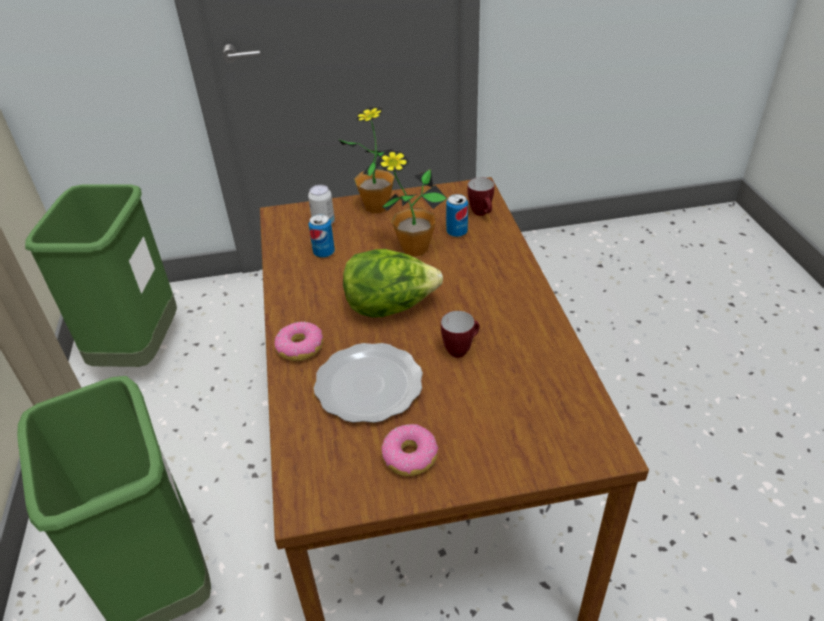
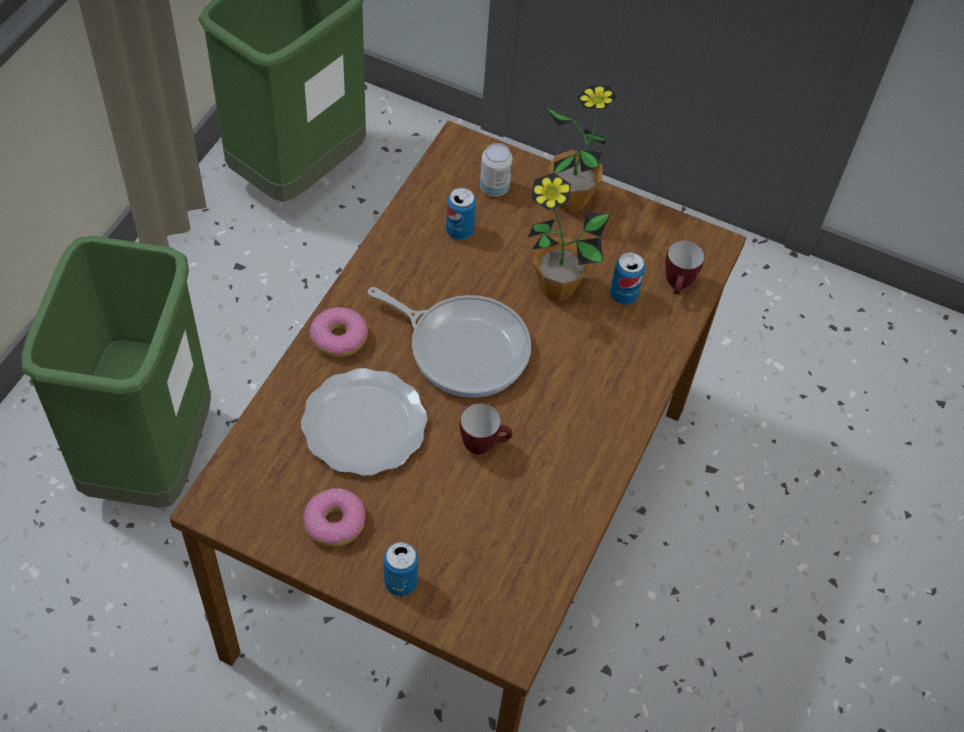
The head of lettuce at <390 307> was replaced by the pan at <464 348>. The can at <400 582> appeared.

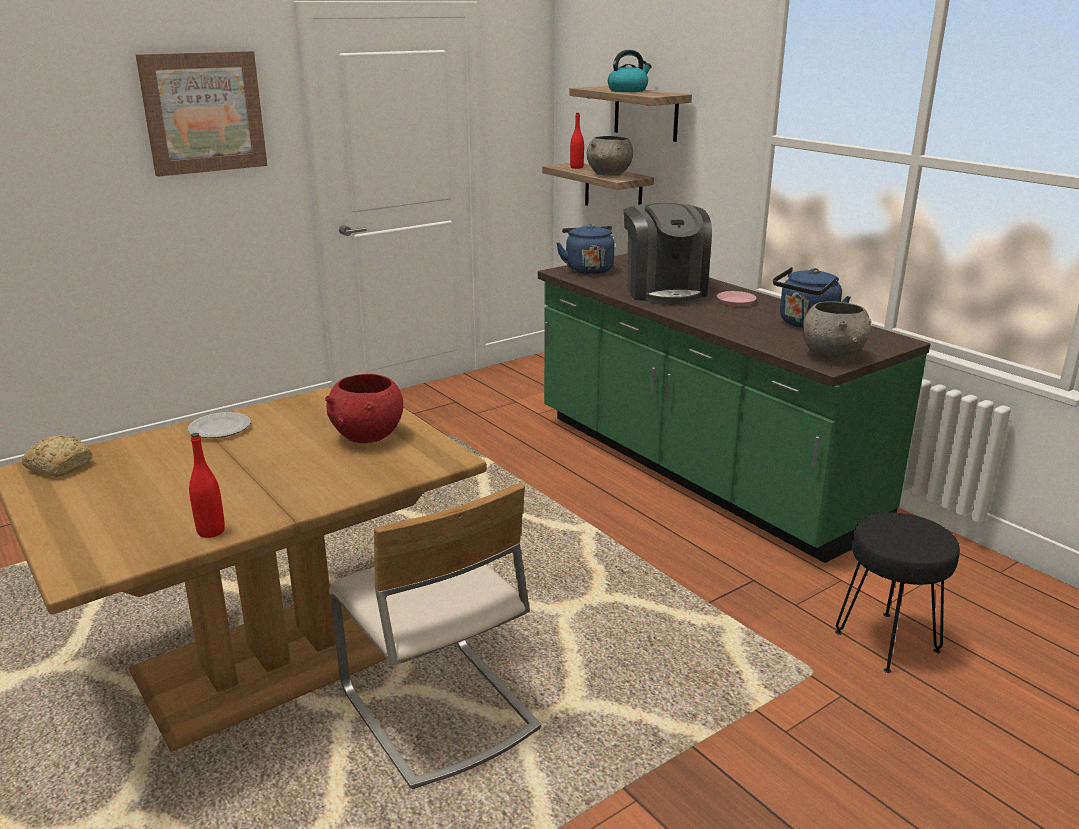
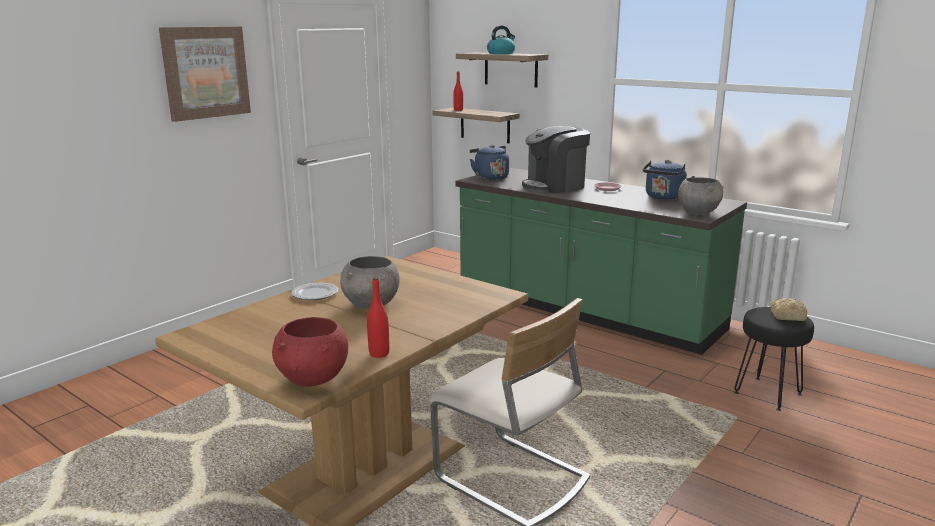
The bowl in gray moved from <609 175> to <371 305>. The coffee brewer at <664 291> turned 90 degrees clockwise. The bowl in red moved from <368 437> to <313 379>. The baked bread moved from <59 466> to <786 316>.

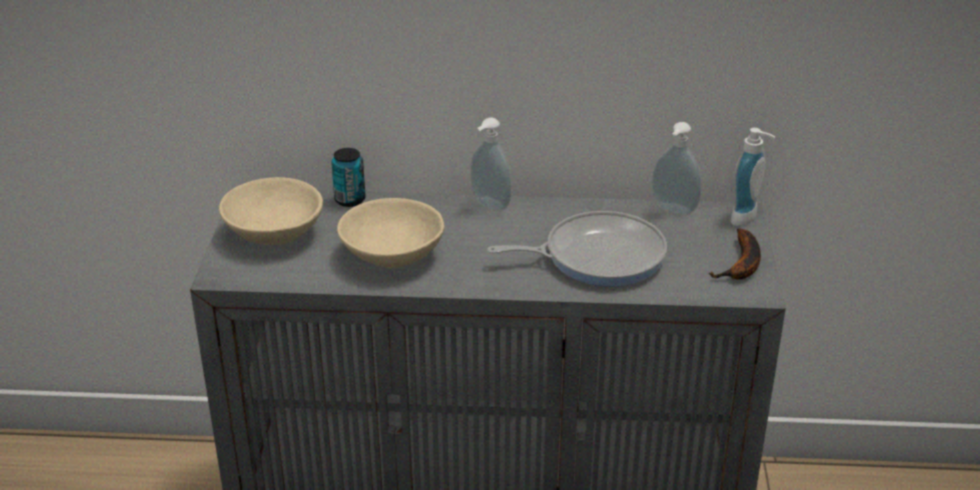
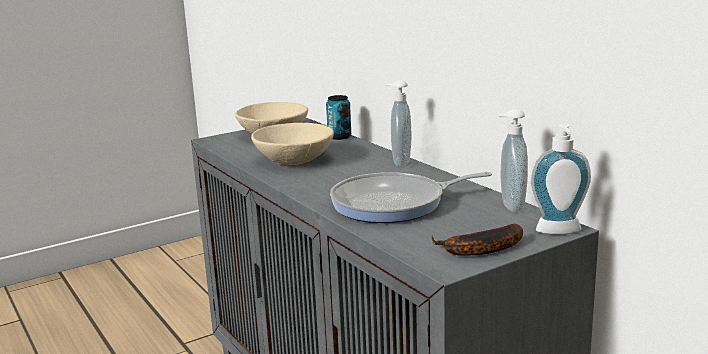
The pan at <597 256> turned 120 degrees clockwise.

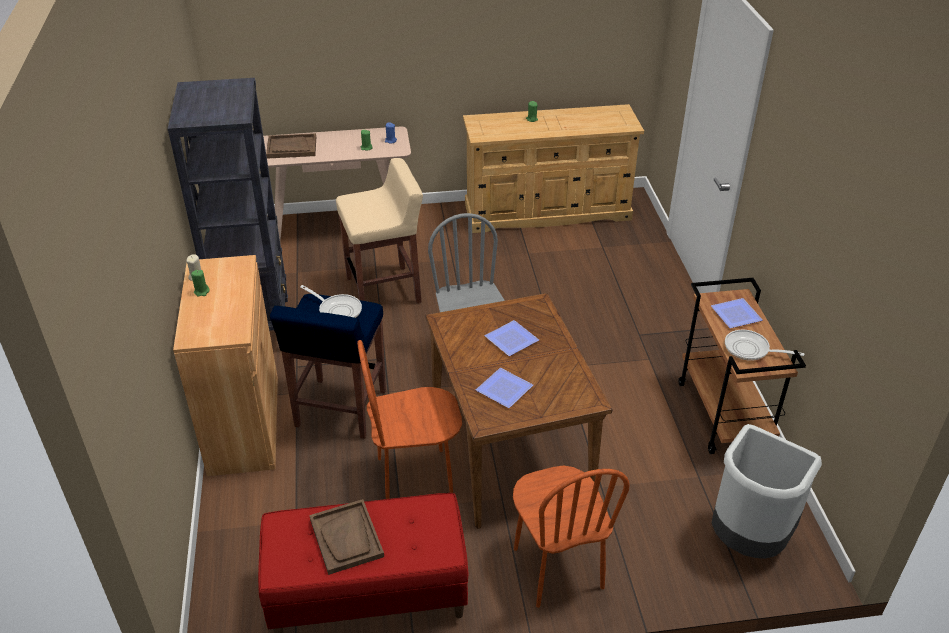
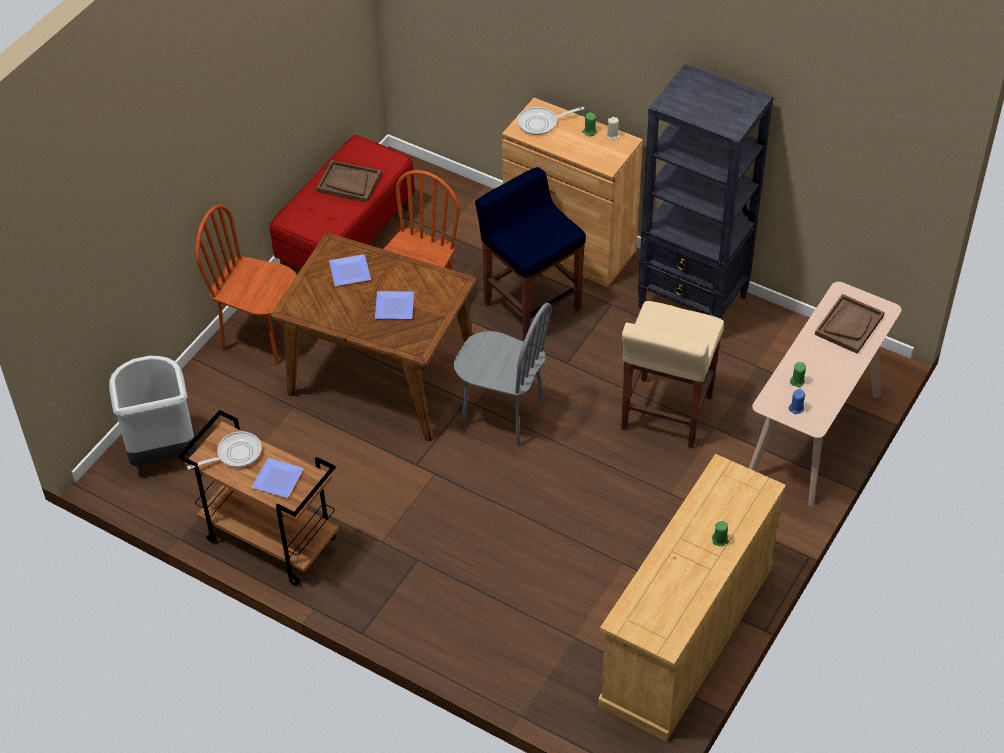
The pan moved from <337 310> to <541 123>.

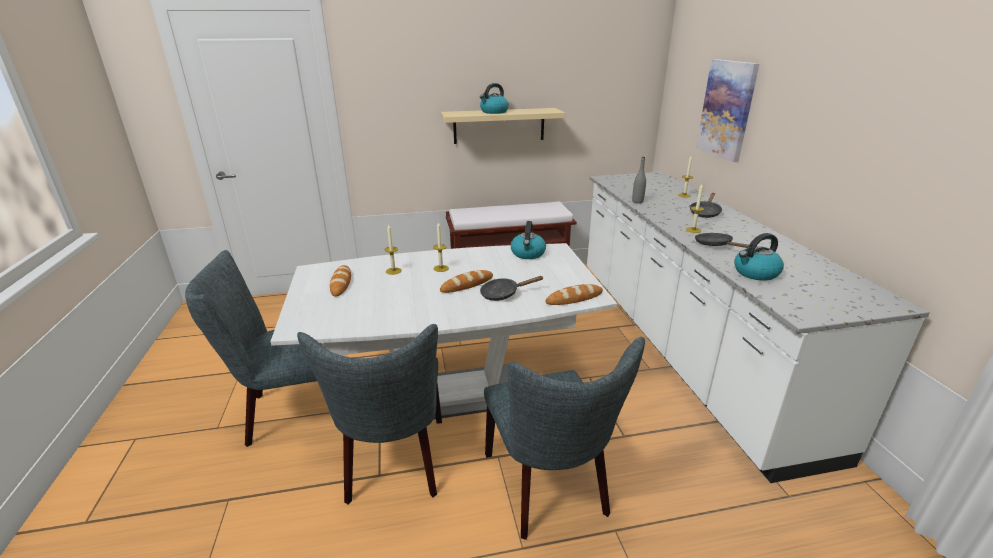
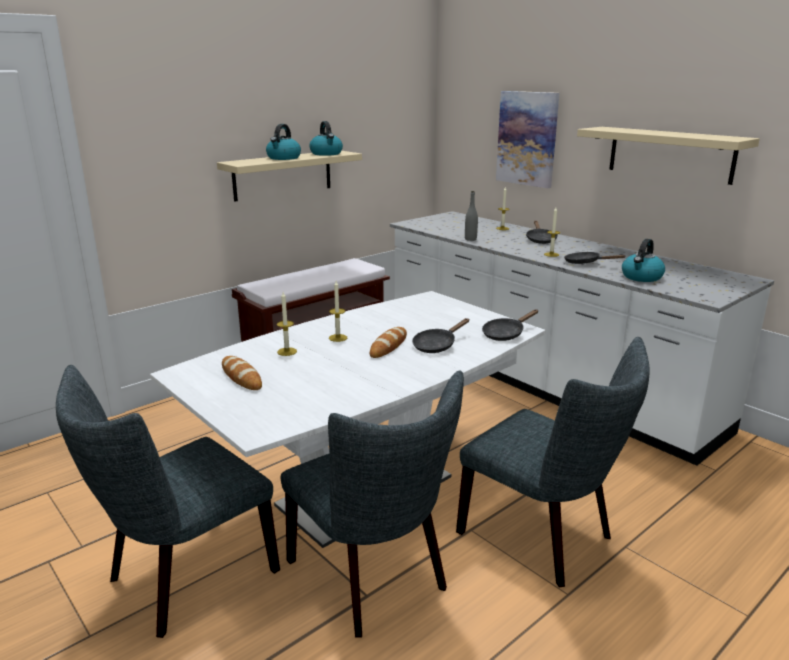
The tea kettle moved from <528 254> to <326 154>. The baked bread at <574 298> was replaced by the pan in black-coloured at <505 334>. The shelf in sand-coloured at <670 154> appeared.

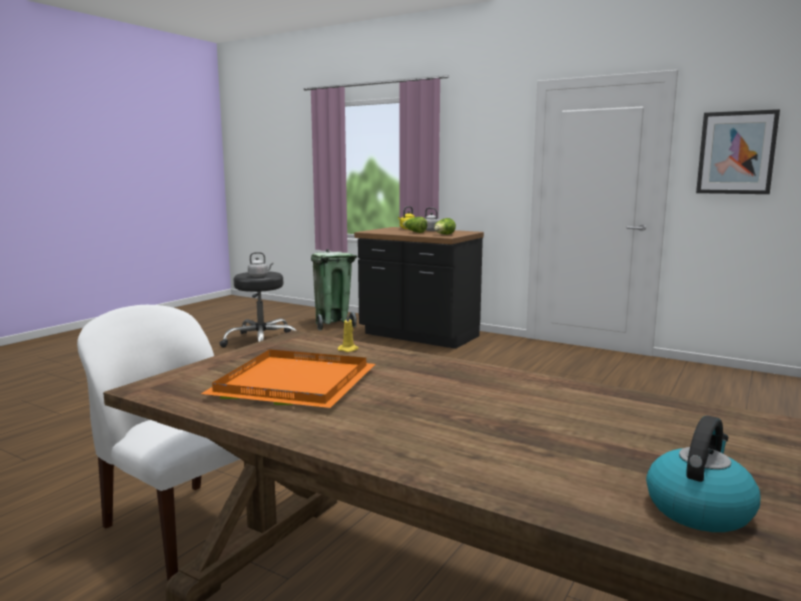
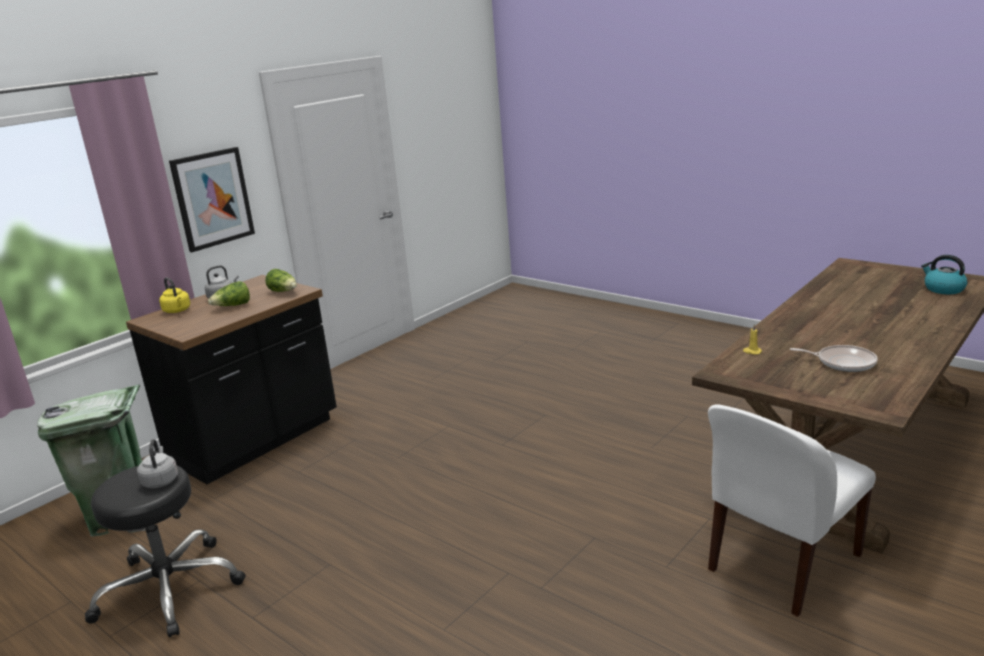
The wall picture moved from <736 153> to <212 198>. The tray in orange at <298 383> was replaced by the pan at <843 362>.

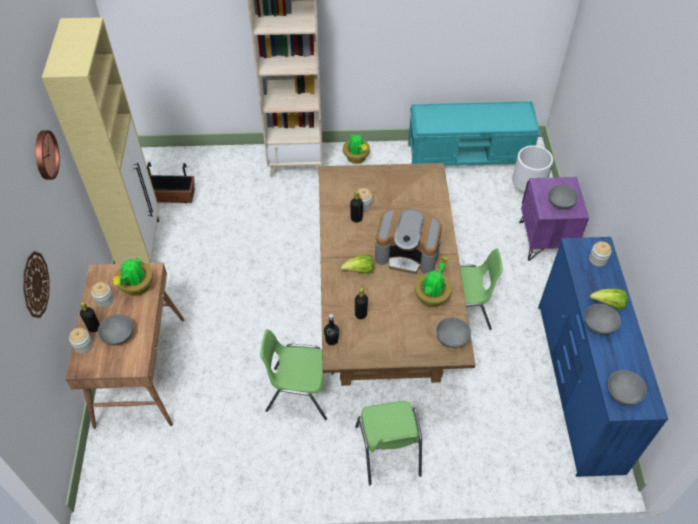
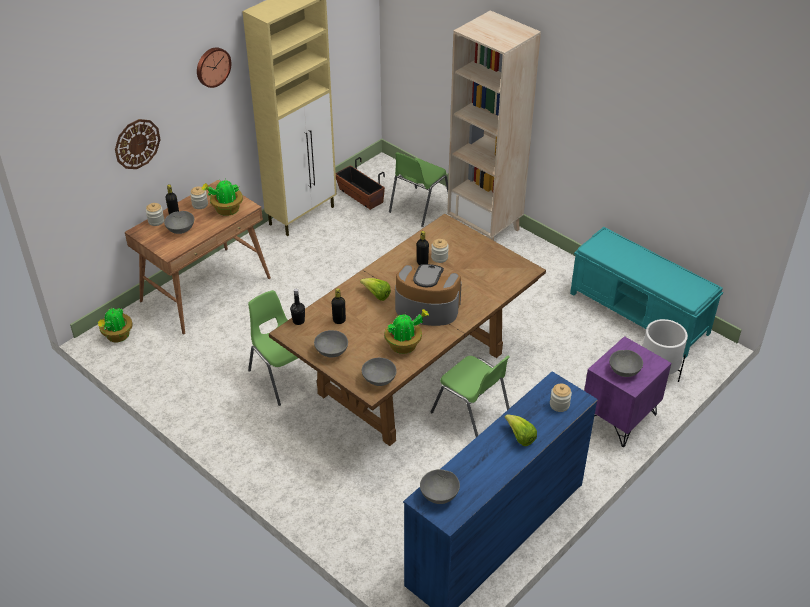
The houseplant moved from <356 158> to <117 336>. The coffee brewer at <407 254> turned 135 degrees clockwise. The bowl in gray moved from <598 325> to <331 351>. The plain chair in green-coloured moved from <388 452> to <418 207>.

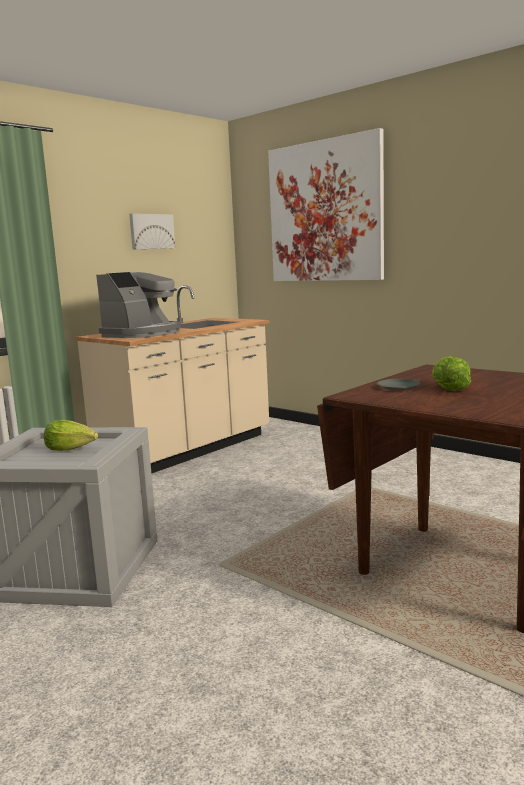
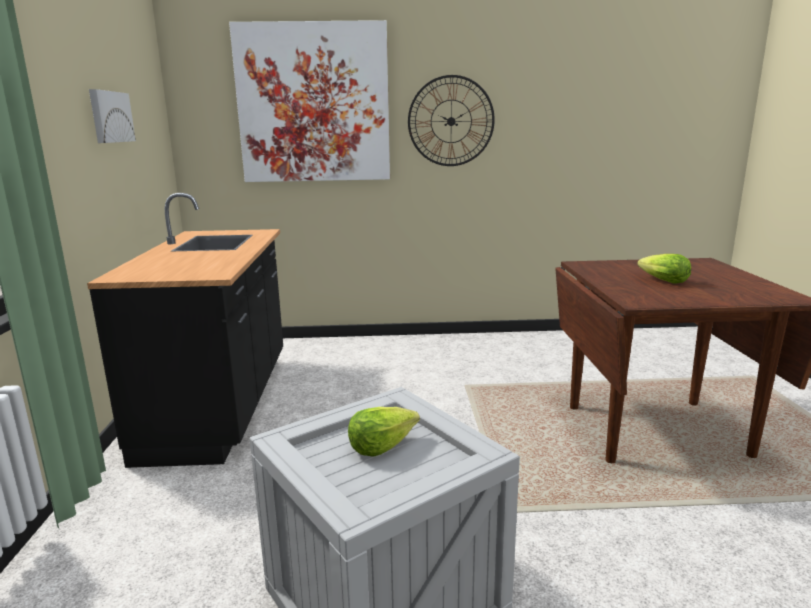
The coffee brewer at <143 333> disappeared. The kitchen base unit in sand-coloured at <187 451> became the kitchen base unit in black-coloured at <221 404>. The dinner plate in gray at <398 387> disappeared. The wall clock at <451 121> appeared.

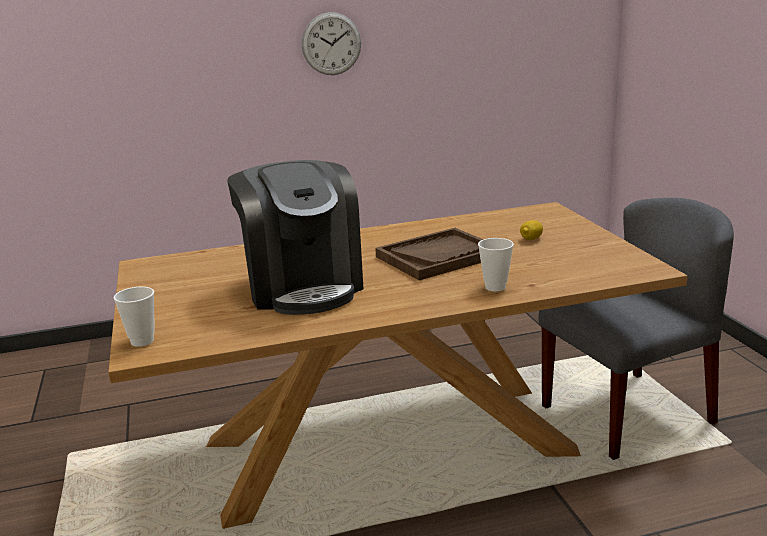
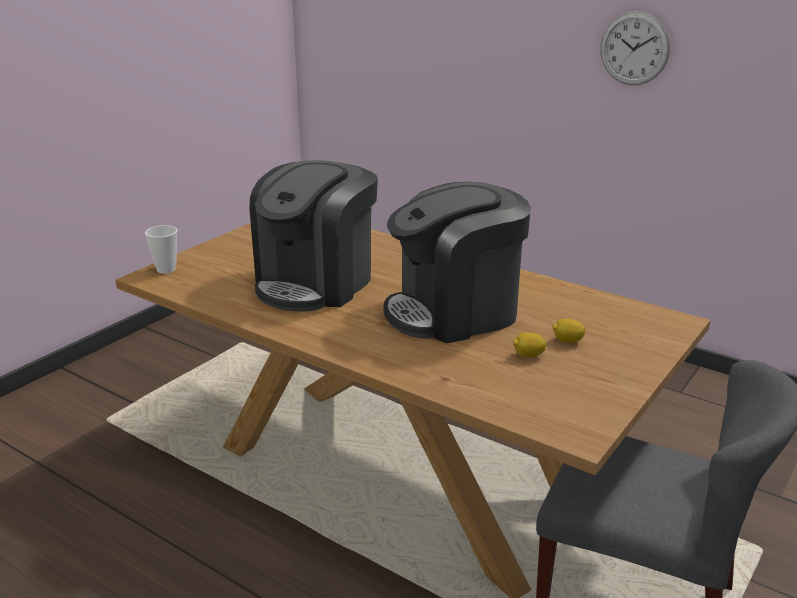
The tray in brown at <438 256> was replaced by the coffee brewer at <454 312>. The small cup at <495 287> disappeared. The lemon at <528 355> appeared.

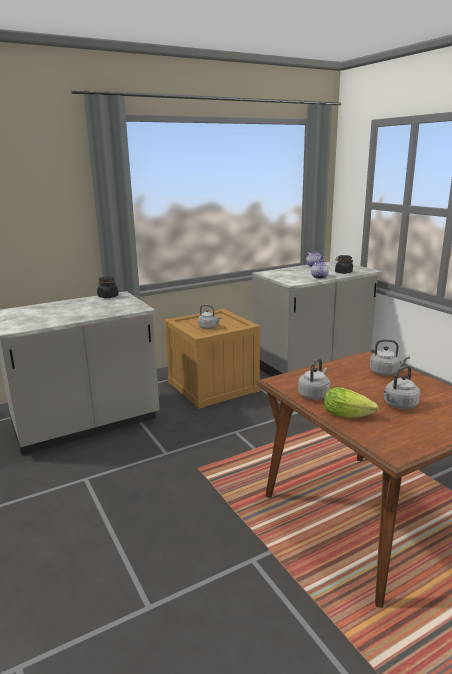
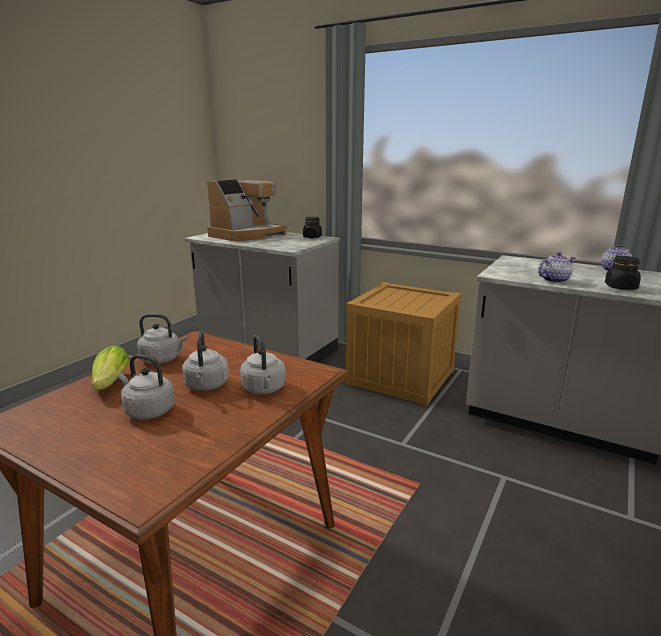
The tea kettle in gray moved from <209 327> to <206 386>. The coffee brewer at <247 235> appeared.

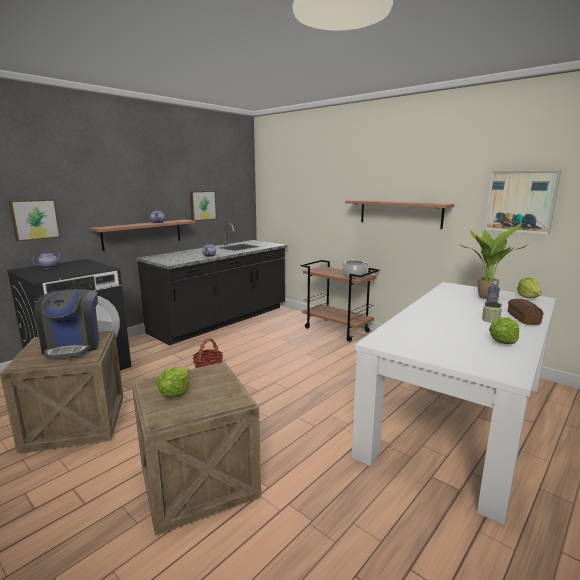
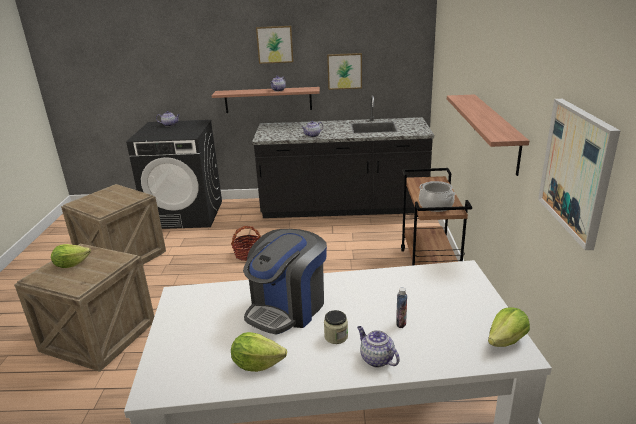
The wall picture moved from <35 219> to <275 44>. The houseplant at <484 296> disappeared. The coffee brewer moved from <73 346> to <287 308>. The baked bread at <523 319> was replaced by the tea pot at <376 359>.

